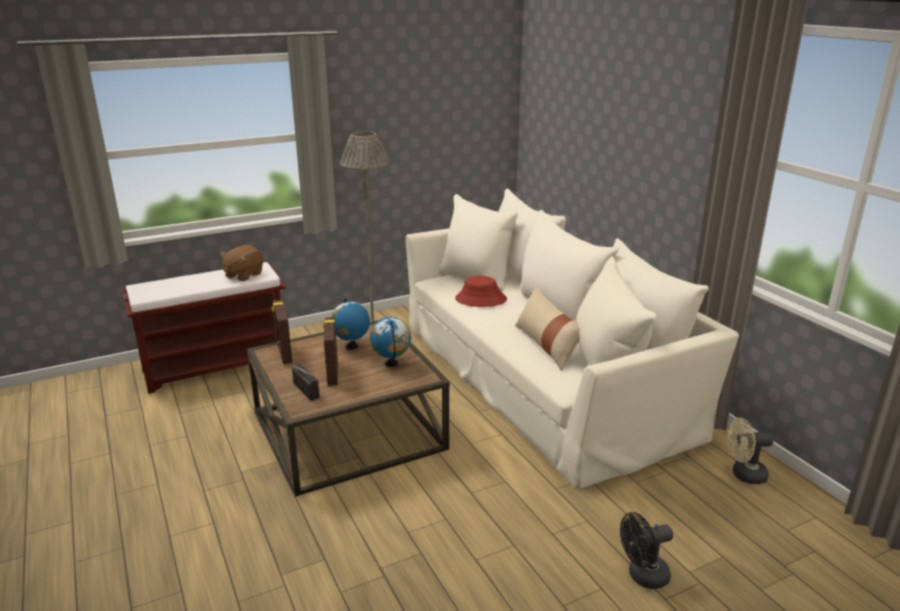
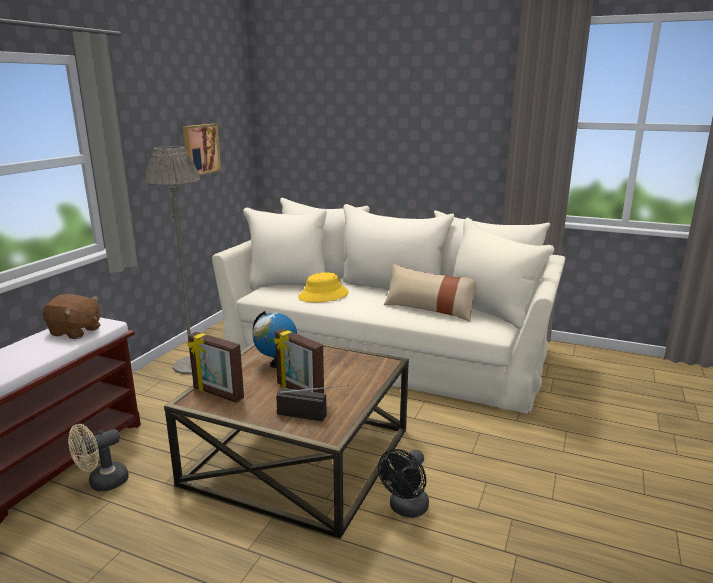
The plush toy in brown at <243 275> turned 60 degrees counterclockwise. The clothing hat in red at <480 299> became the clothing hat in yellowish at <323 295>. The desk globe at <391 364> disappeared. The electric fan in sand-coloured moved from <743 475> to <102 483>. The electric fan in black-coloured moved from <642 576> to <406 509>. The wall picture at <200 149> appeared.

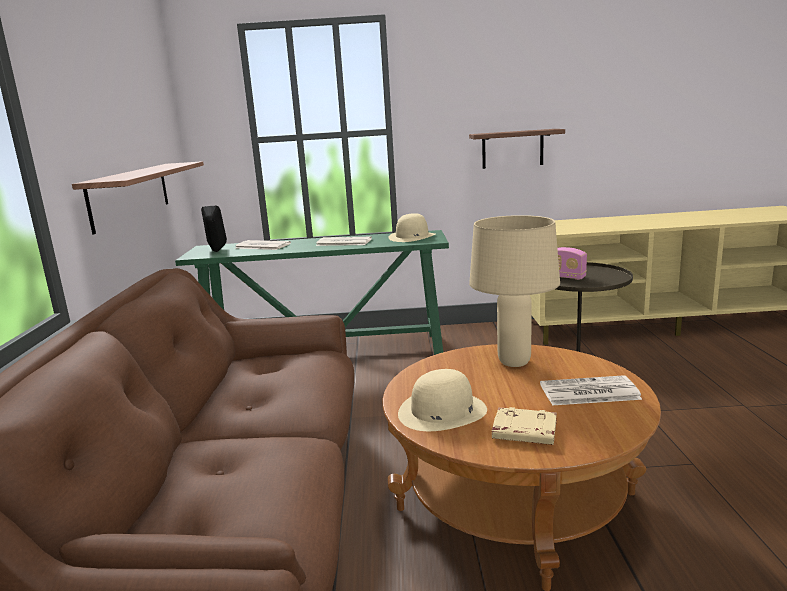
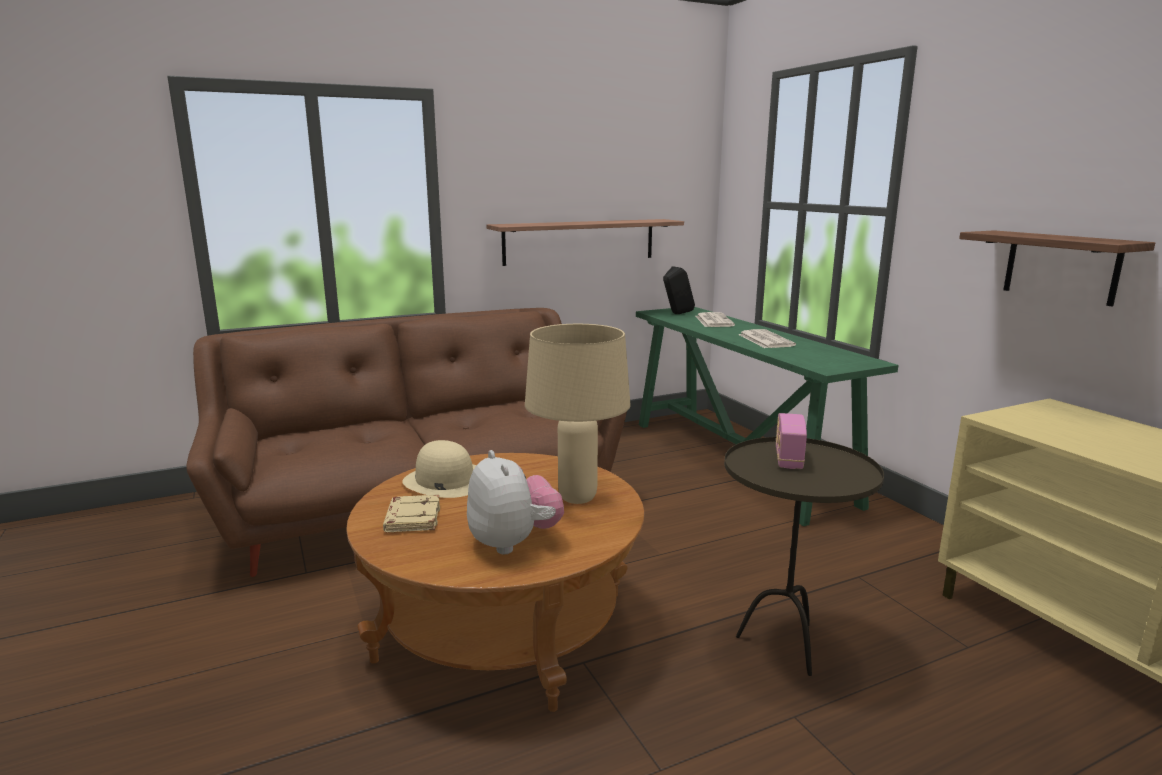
The clothing hat in sand-coloured at <412 237> disappeared. The newspaper at <588 392> was replaced by the plush toy at <514 543>.

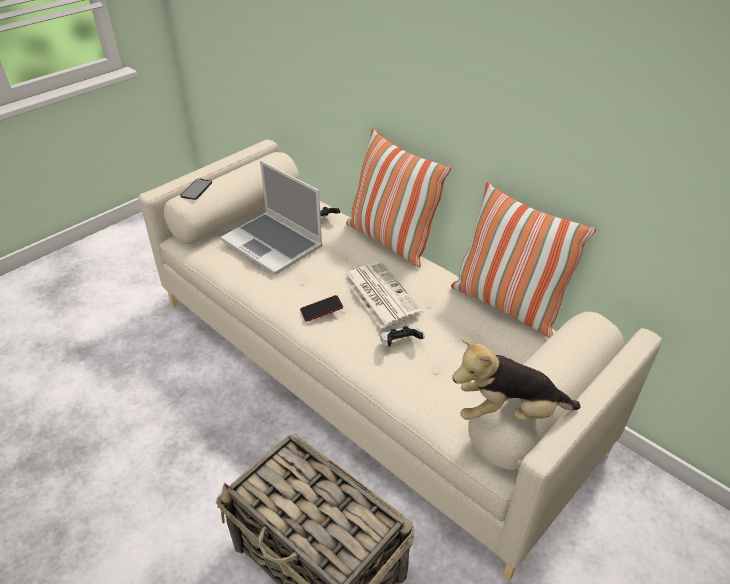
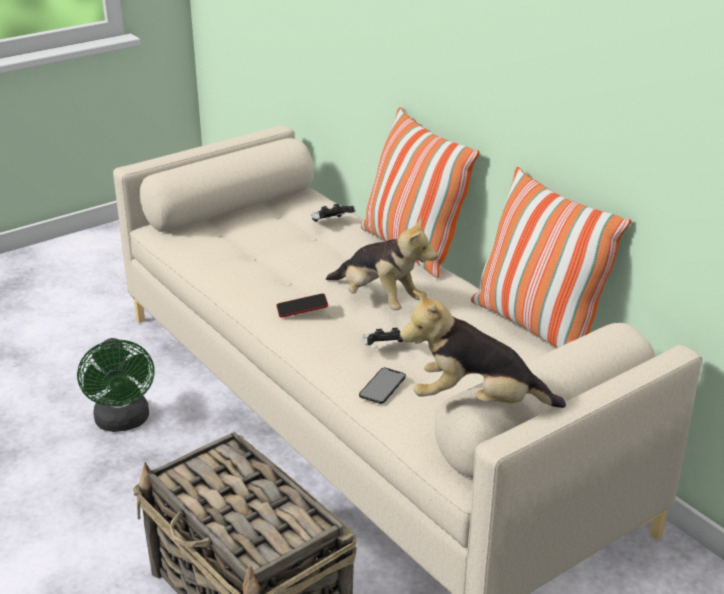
The portable computer at <274 244> disappeared. The phone moved from <196 189> to <382 386>. The newspaper at <380 294> was replaced by the plush toy at <379 300>. The electric fan in green-coloured at <123 422> appeared.

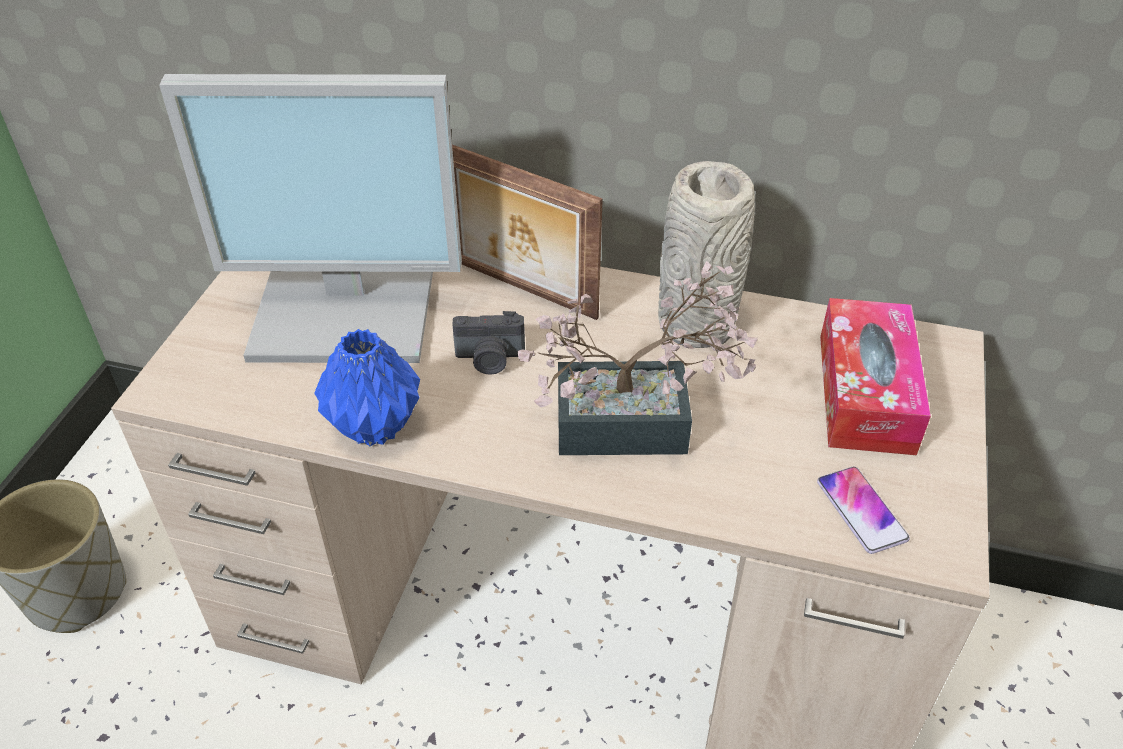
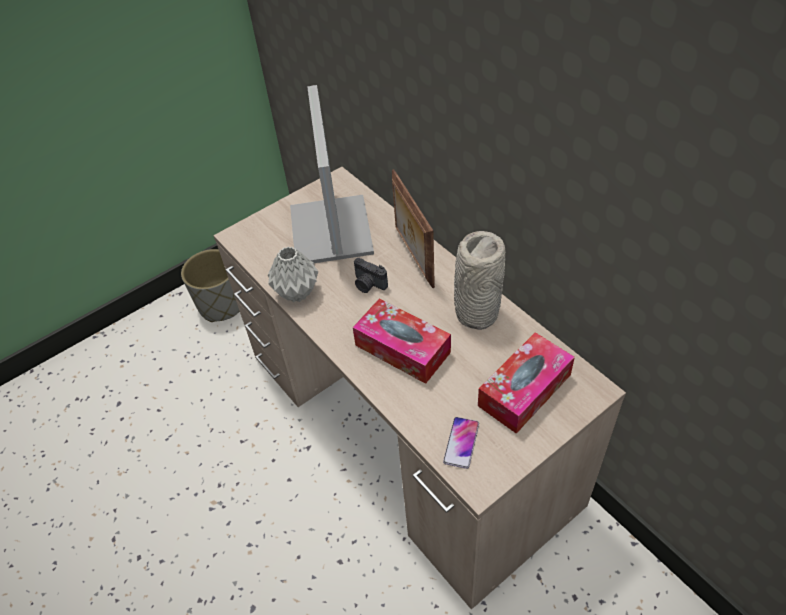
The computer screen at <349 308> turned 45 degrees clockwise. The houseplant at <639 425> was replaced by the tissue box at <402 349>. The vase in bluish at <376 426> became the vase in gray at <297 293>.

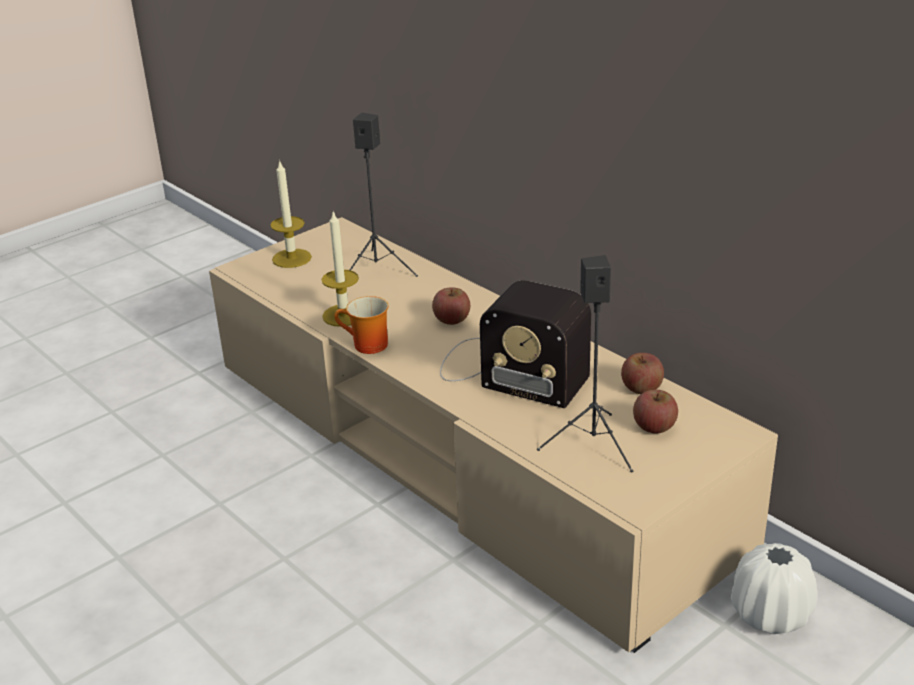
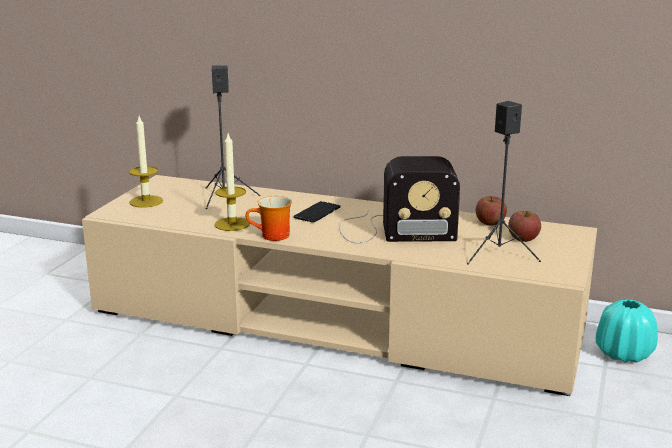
The apple at <452 320> was replaced by the phone at <317 213>. The vase in white-coloured at <770 614> became the vase in turquoise at <623 353>.

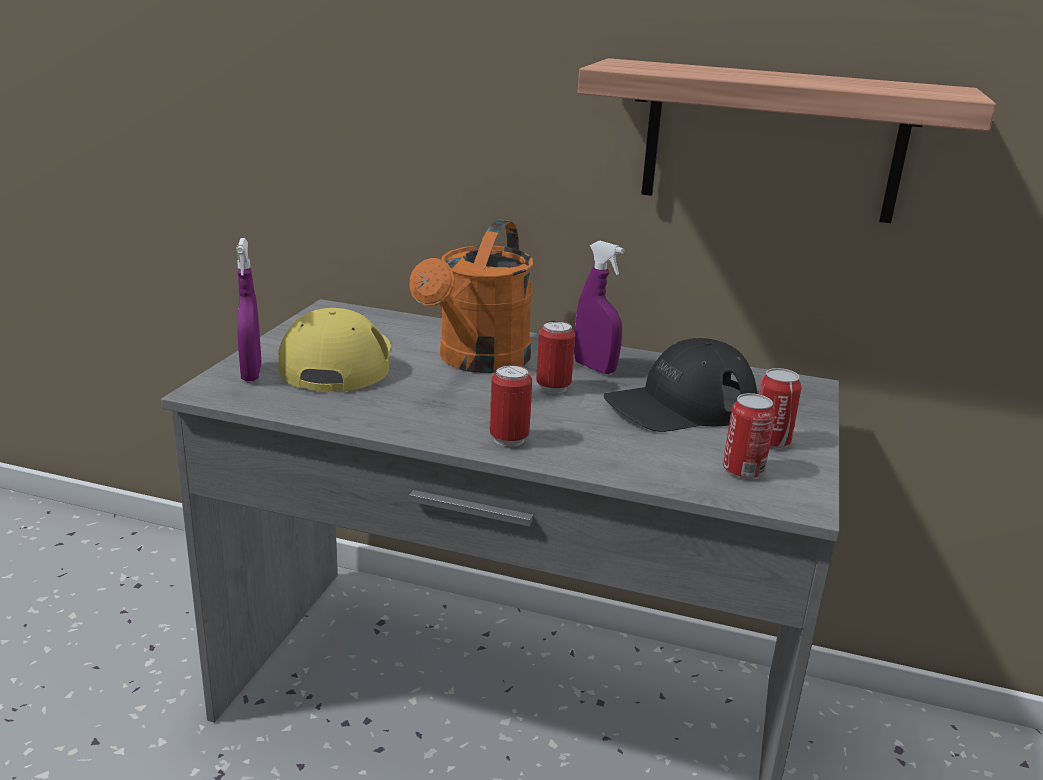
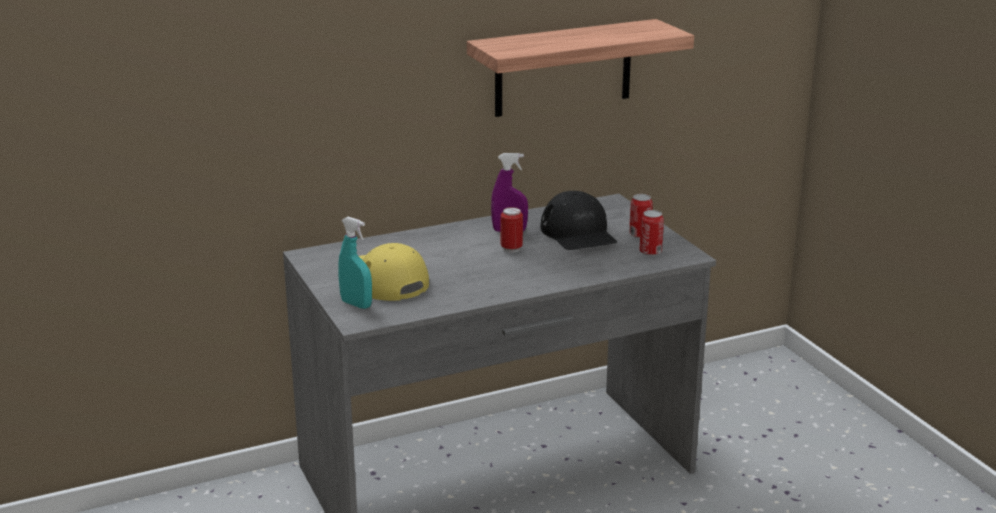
The sprinkling can in orange at <478 361> disappeared. The sprayer in purple at <251 373> became the sprayer in turquoise at <356 304>. The peaked cap in black-coloured at <680 405> turned 45 degrees counterclockwise. The can at <508 439> disappeared.

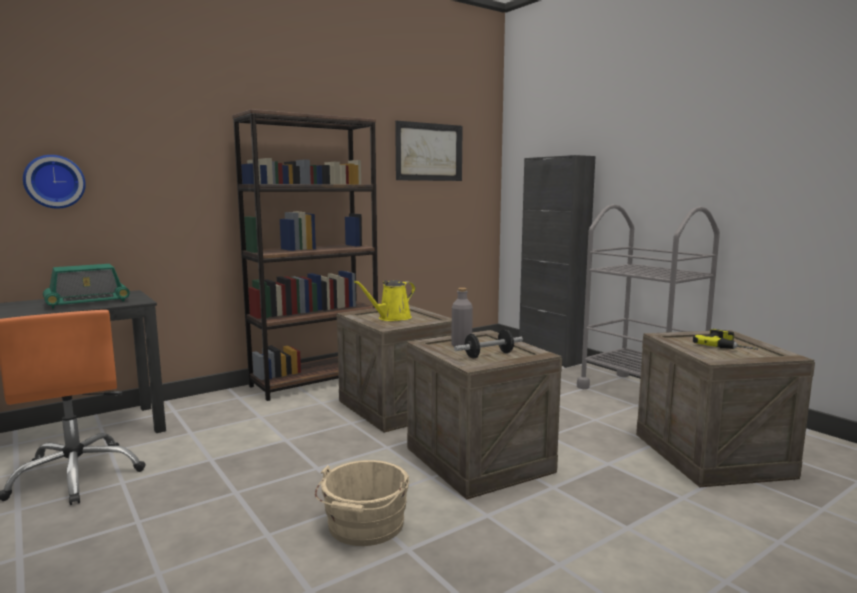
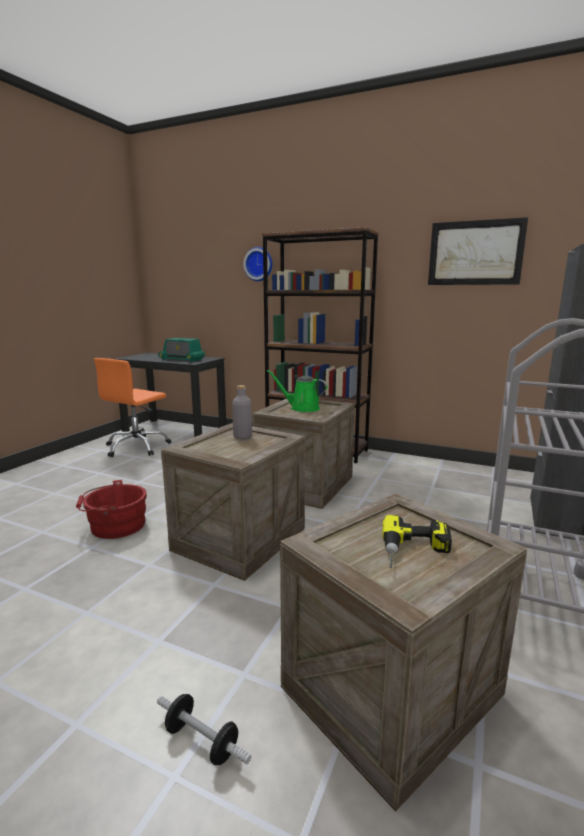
The wall clock moved from <54 181> to <259 264>. The sprinkling can in yellowish at <391 318> became the sprinkling can in green-coloured at <302 408>. The free weight moved from <489 355> to <202 741>. The water bucket in sand-coloured at <364 527> became the water bucket in red at <114 526>.

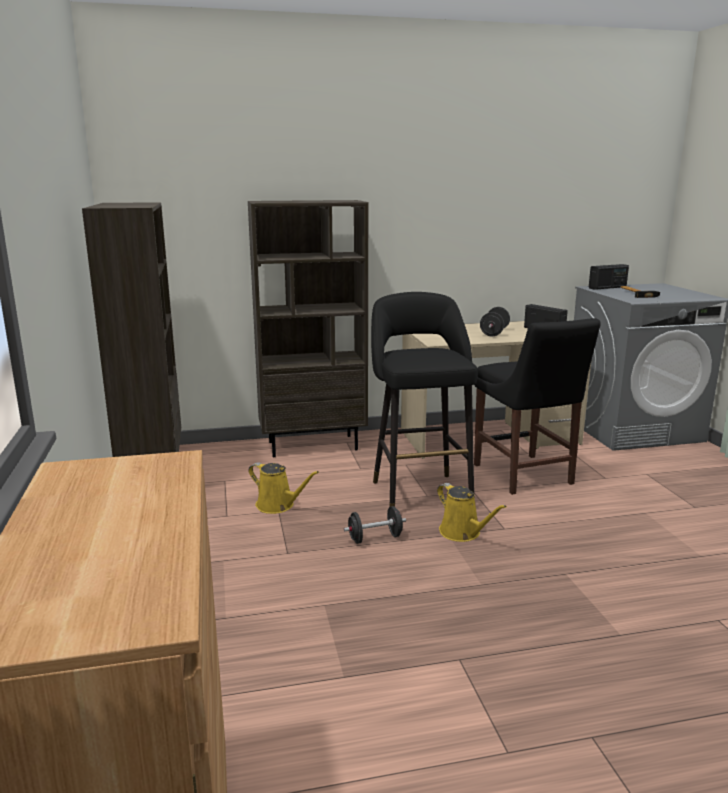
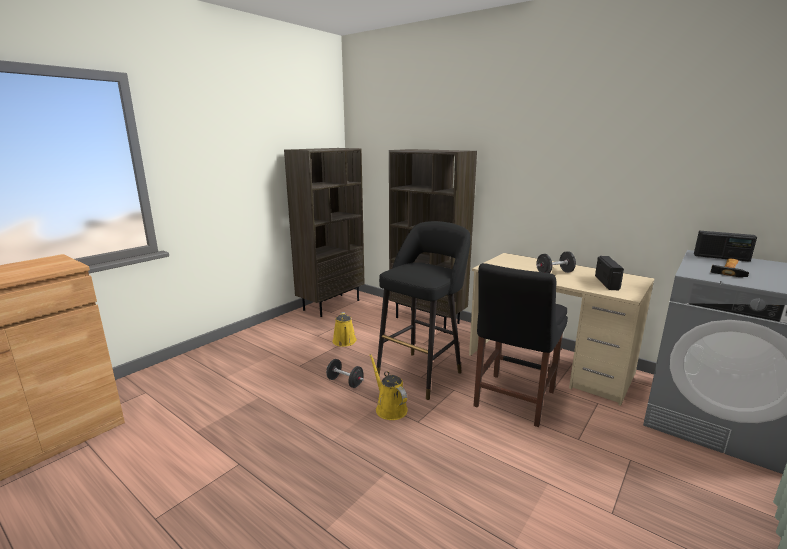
The sprinkling can in yellowish at <462 533> turned 135 degrees clockwise.

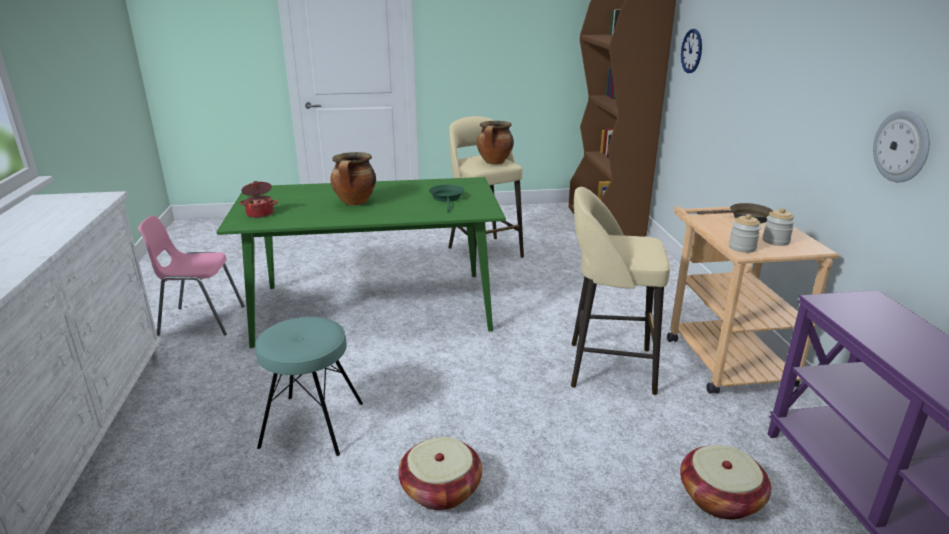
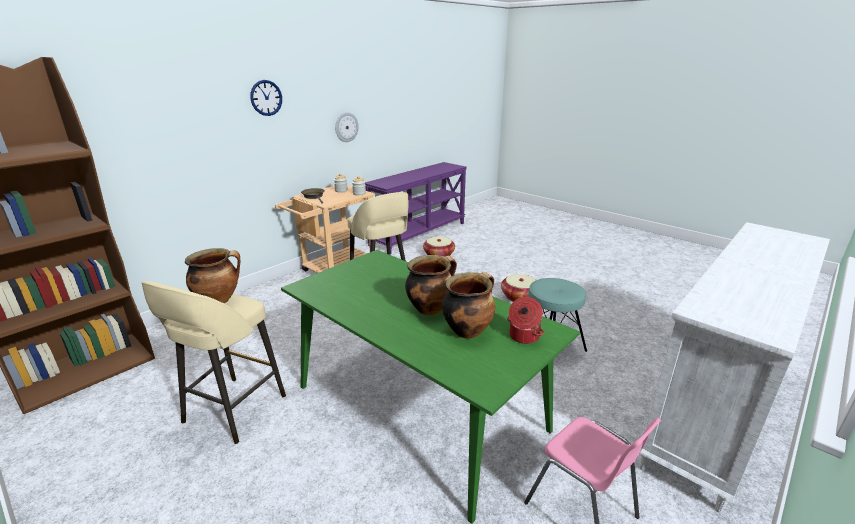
The wall clock moved from <691 51> to <266 98>. The pan in green-coloured at <447 198> disappeared. The cooking pot at <467 330> appeared.

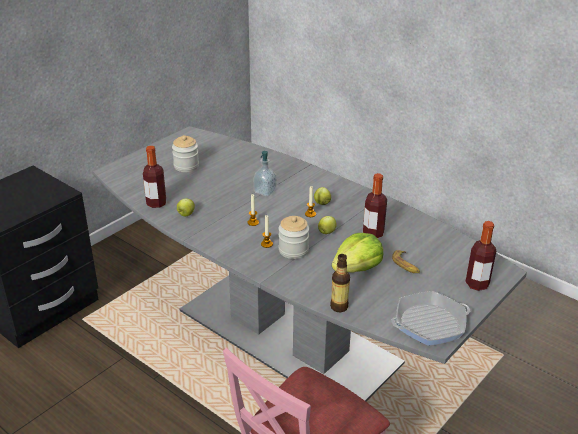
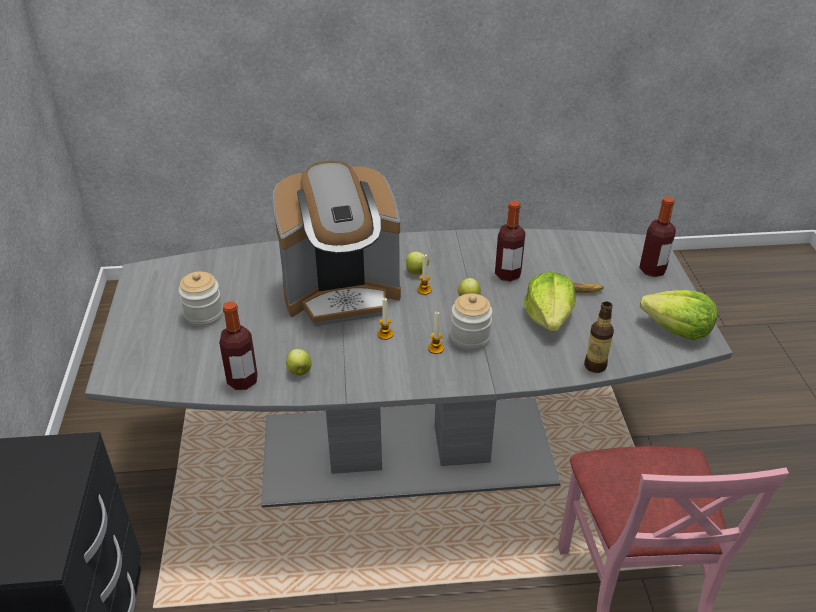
The soap dispenser at <265 191> was replaced by the coffee brewer at <341 293>. The pan at <429 323> was replaced by the head of lettuce at <677 329>.

